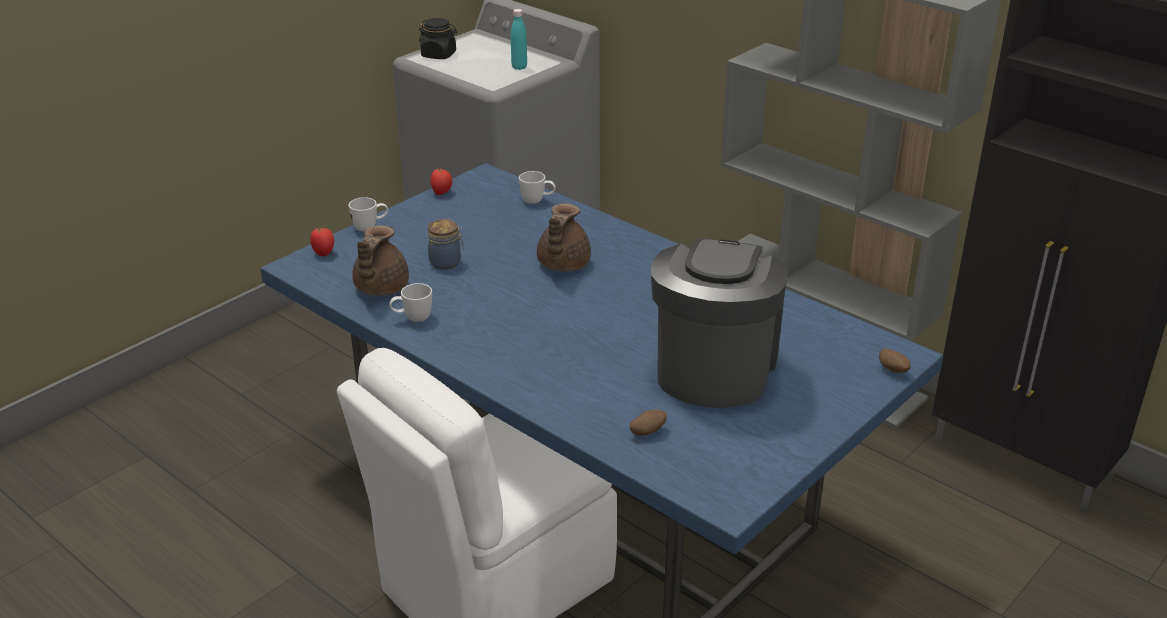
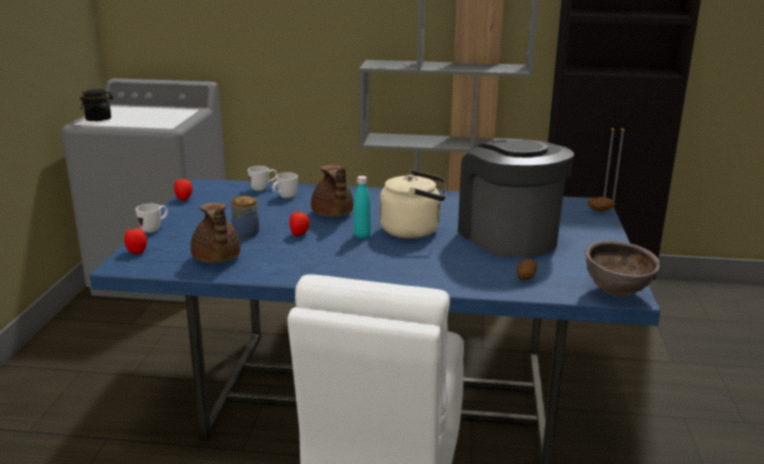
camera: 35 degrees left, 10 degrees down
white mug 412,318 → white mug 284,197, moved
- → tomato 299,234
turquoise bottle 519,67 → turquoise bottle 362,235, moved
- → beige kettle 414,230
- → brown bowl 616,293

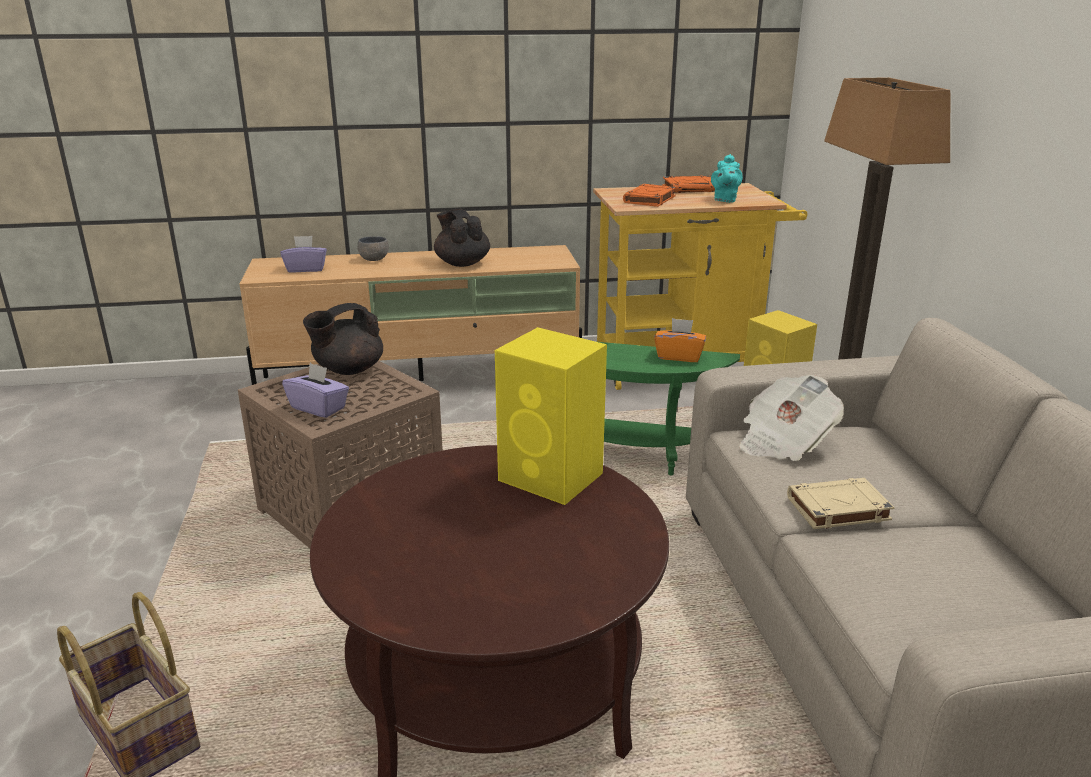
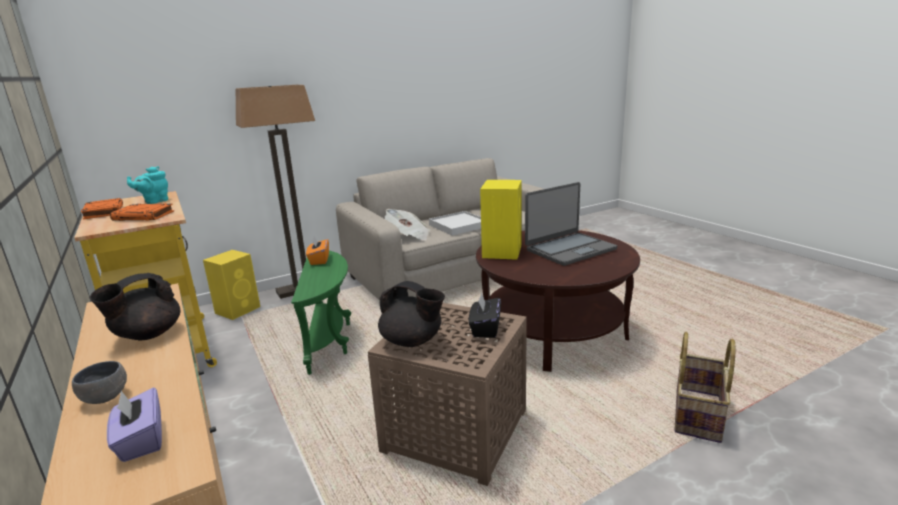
camera: 110 degrees left, 5 degrees down
turquoise teapot 724,200 → turquoise teapot 154,201, 135 degrees clockwise
beige book 837,509 → white tray 458,225
purple tissue box 319,408 → black tissue box 485,329
- → laptop 569,249

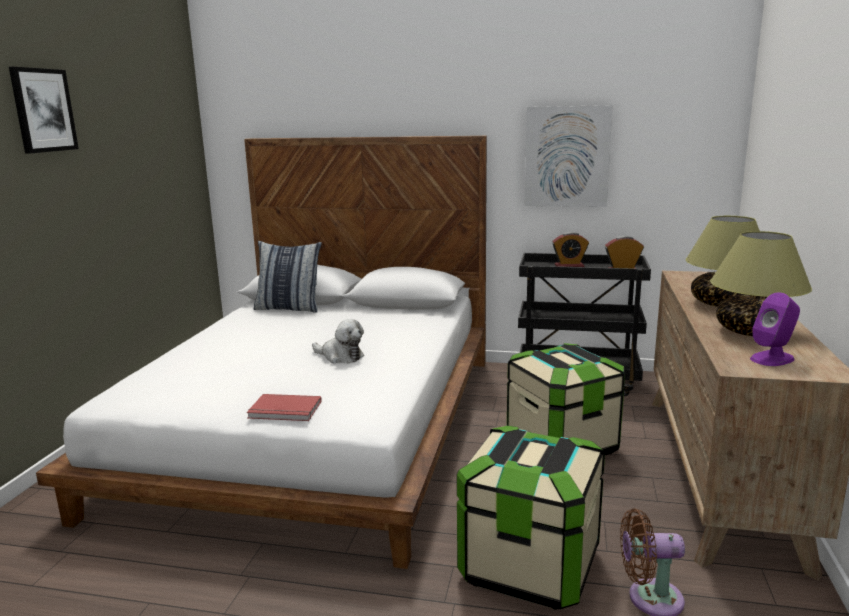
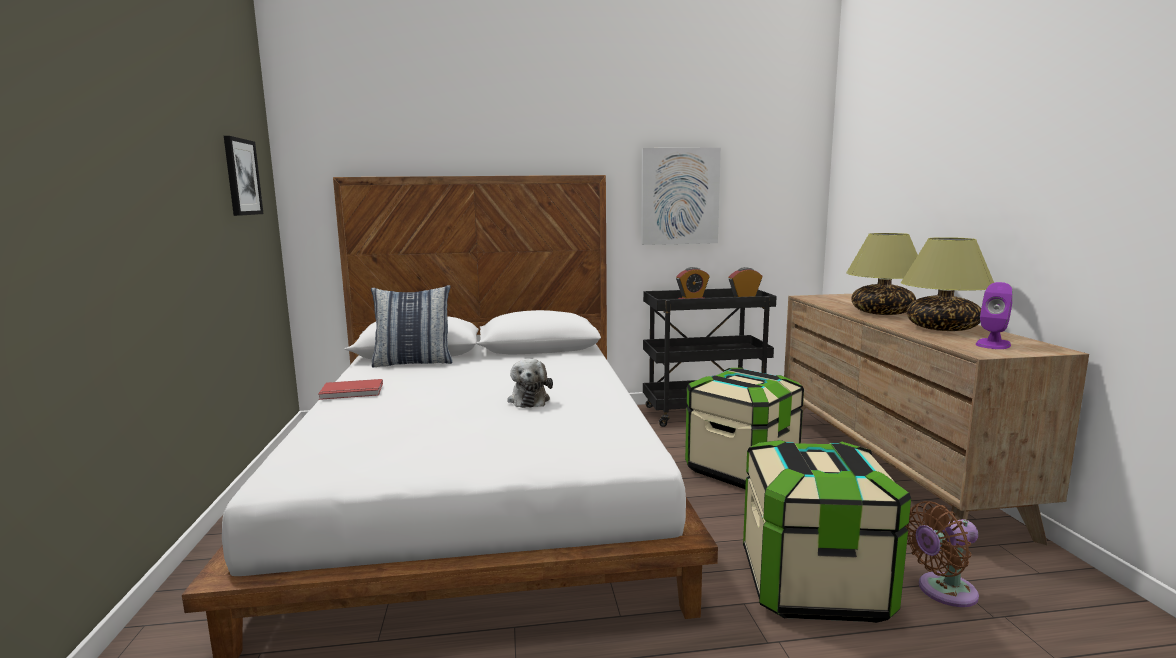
camera: 20 degrees left, 5 degrees down
picture 43,110 → picture 241,177, moved
red book 285,411 → red book 352,392, moved
plush toy 340,356 → plush toy 529,399, 75 degrees clockwise

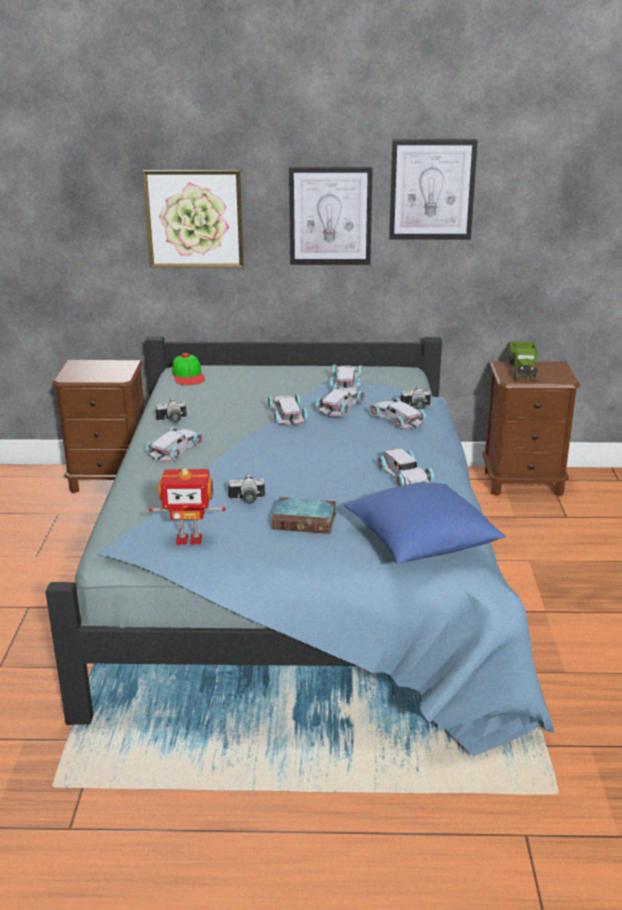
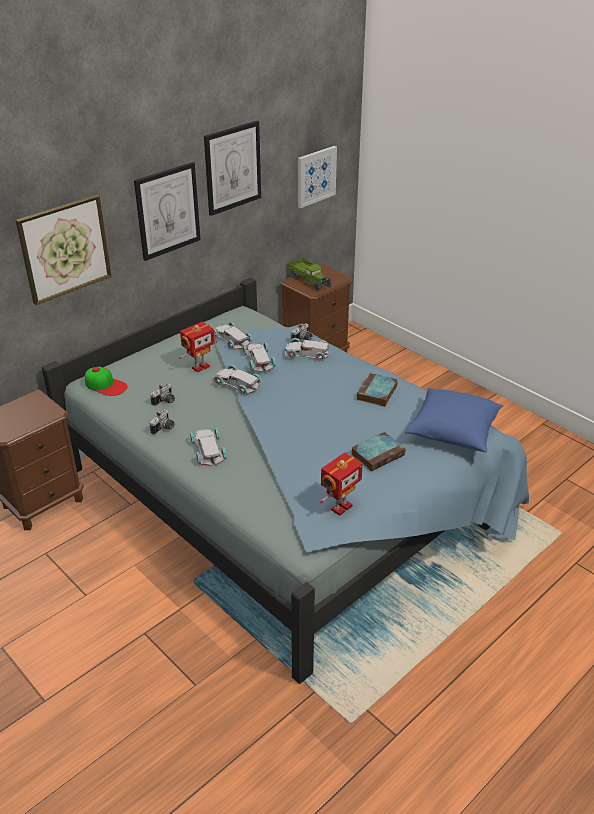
camera: 45 degrees left, 10 degrees up
photo camera 247,500 → photo camera 165,401, moved
- → toy robot 200,367
- → picture 316,176
white toy car 404,476 → book 377,393

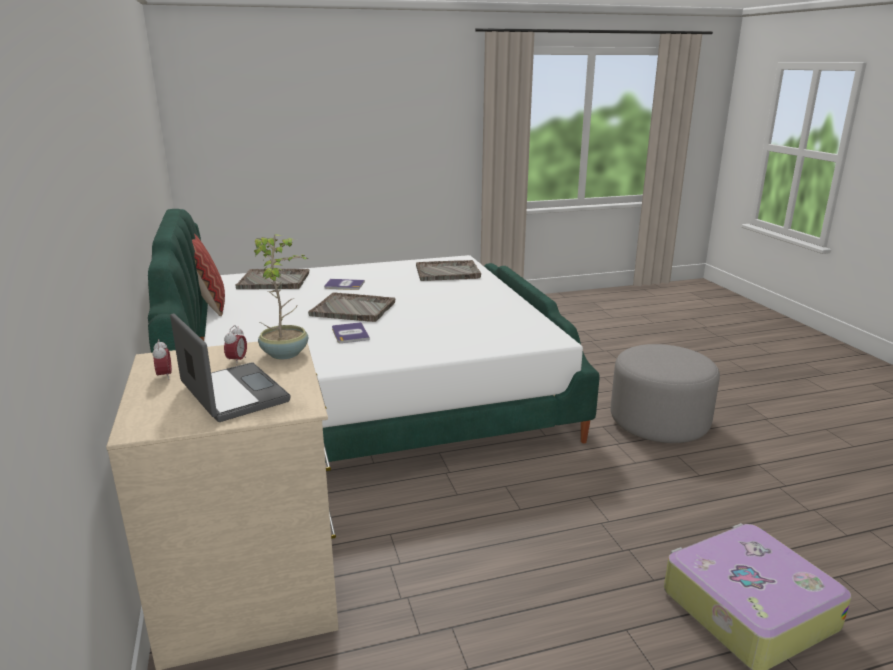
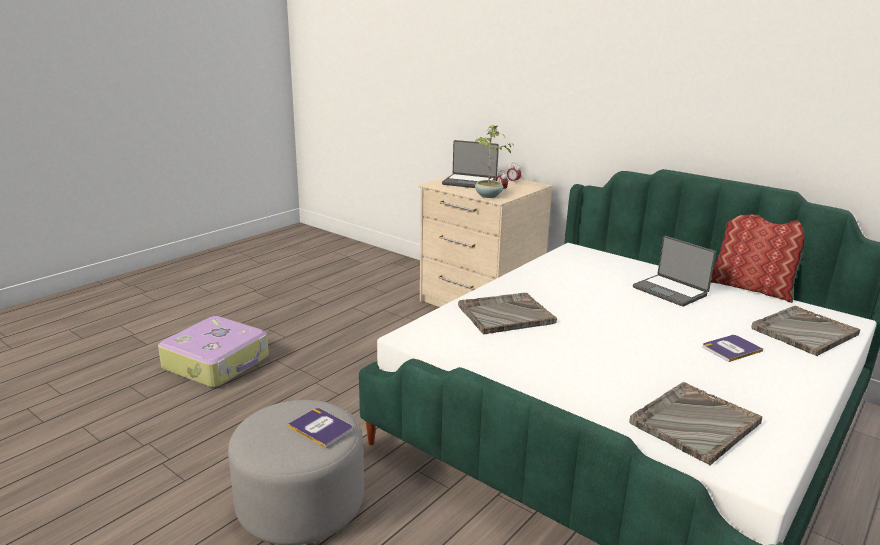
camera: 145 degrees right, 0 degrees up
book 350,333 → book 321,428, moved
grey tray 354,309 → grey tray 505,315, moved
- → laptop 670,291

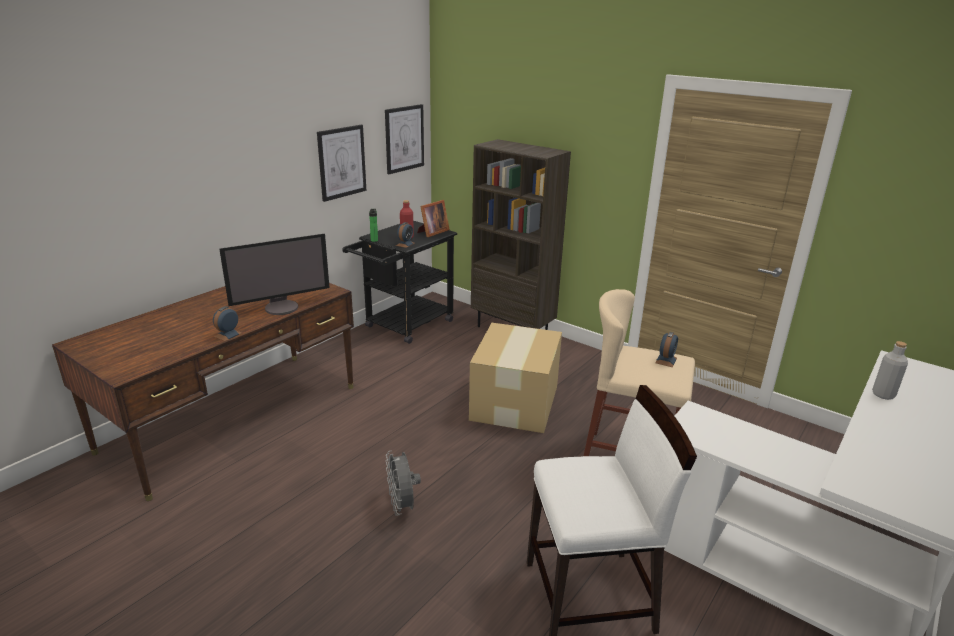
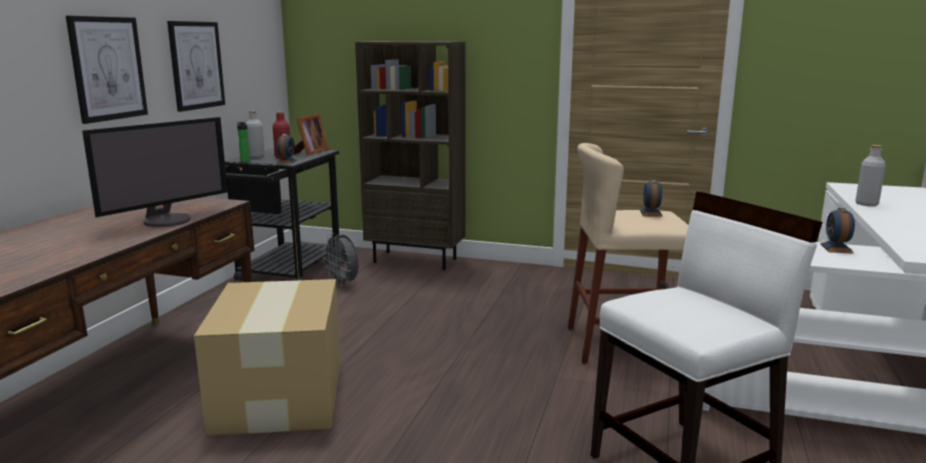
camera: 20 degrees left, 10 degrees down
picture 404,138 → picture 108,68, moved
cardboard box 515,402 → cardboard box 281,394, moved
- → grey bottle 256,156
grey fan 402,506 → grey fan 343,283, moved
alarm clock 228,335 → alarm clock 836,248, moved

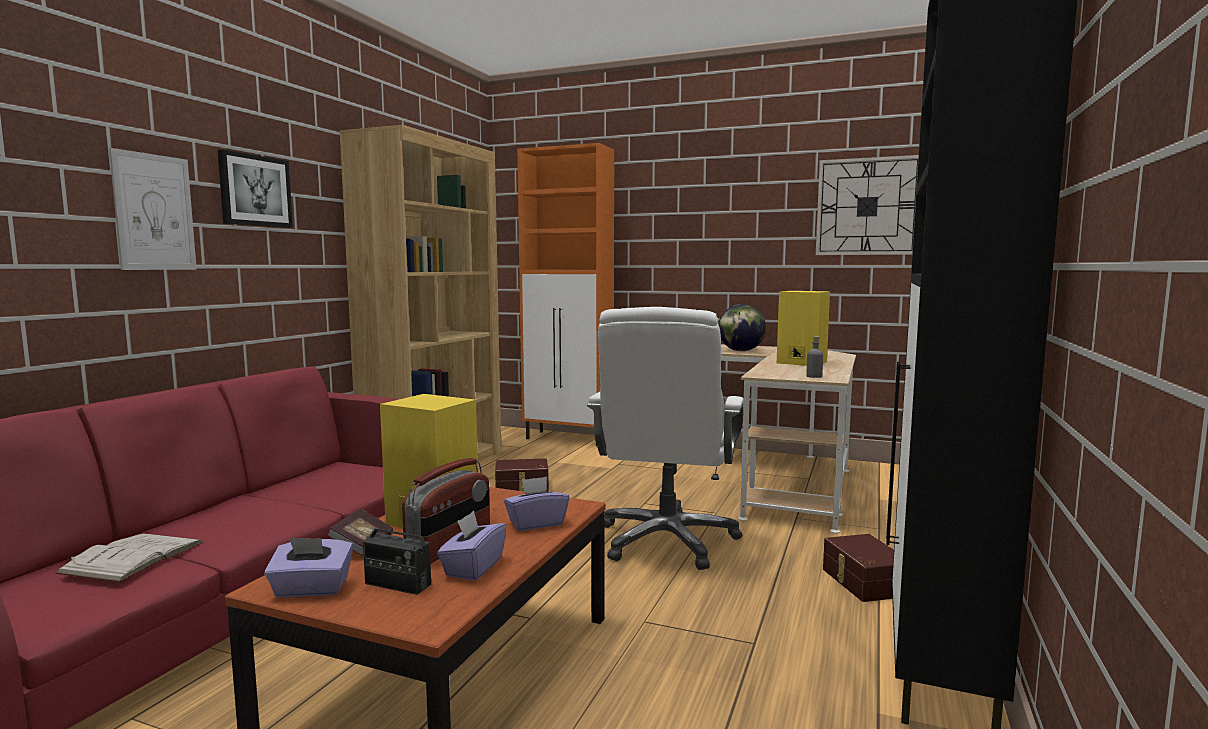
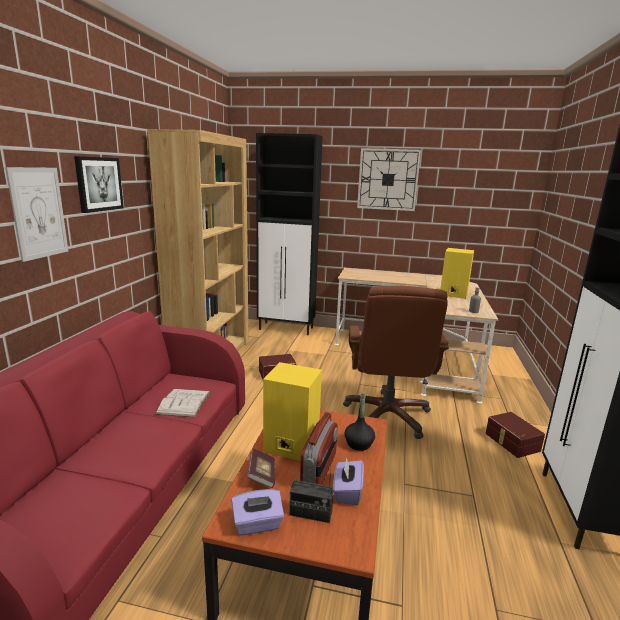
camera: 10 degrees left, 10 degrees up
white book 133,557 → white book 184,403, moved
orange cabinet 569,439 → black cabinet 287,329
white office chair 667,541 → brown office chair 387,416
purple tissue box 536,523 → black bottle 359,444
wall clock 867,207 → wall clock 388,179, moved
globe 741,351 → -

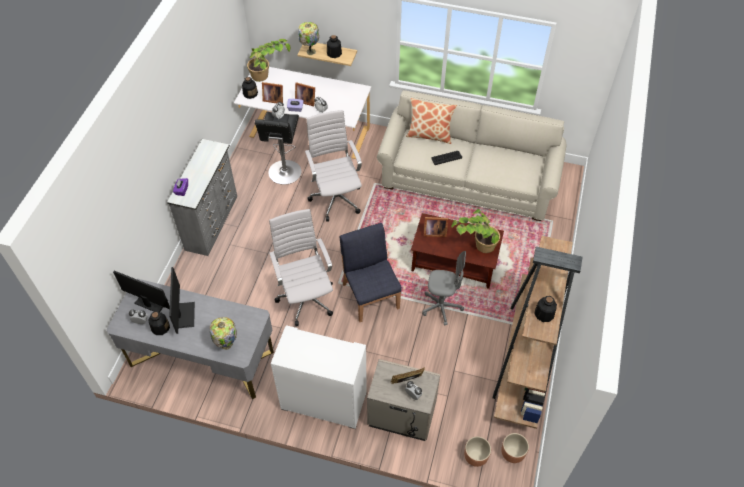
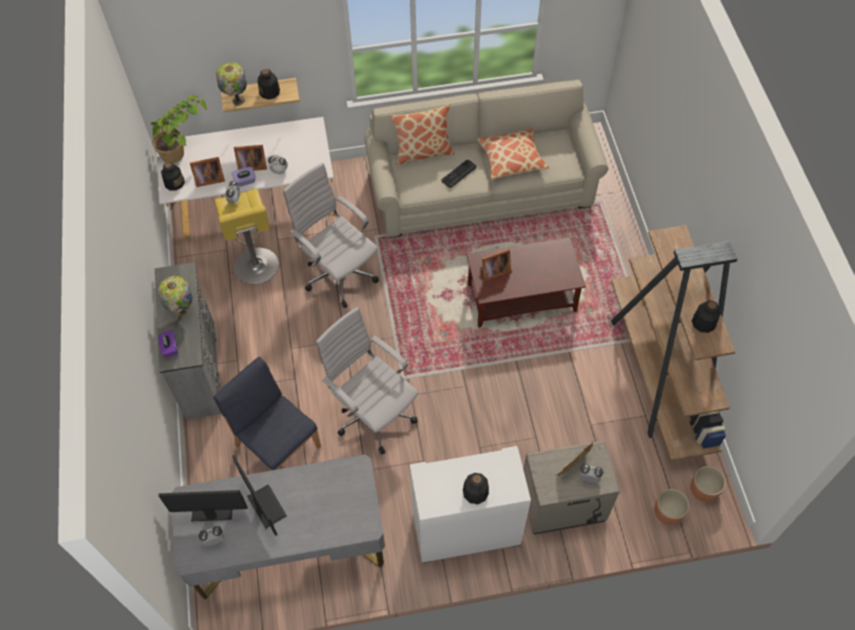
camera: 25 degrees left, 5 degrees up
table lamp 226,345 → table lamp 182,312, moved
blue chair 370,295 → blue chair 277,444, moved
black stool 284,174 → yellow stool 257,268
bottle 160,327 → bottle 475,492, moved
- → pillow 511,159
grey office chair 441,307 → -
potted plant 475,246 → -

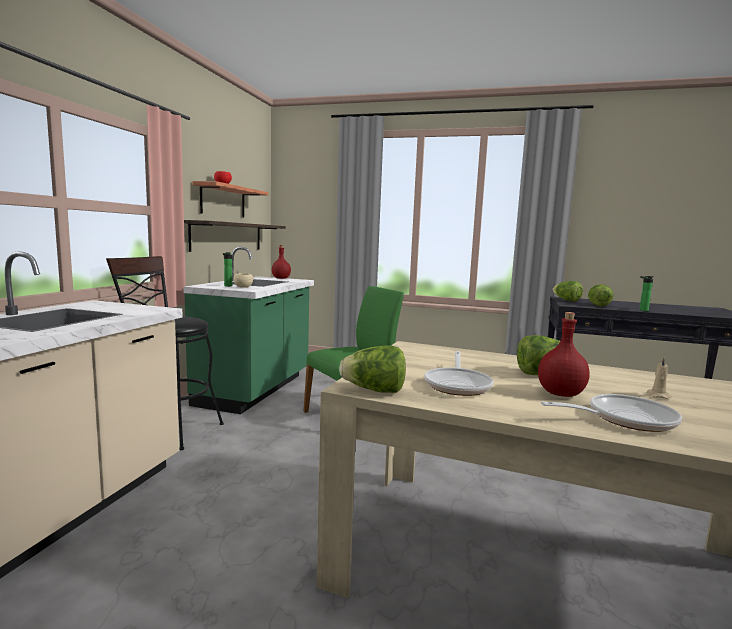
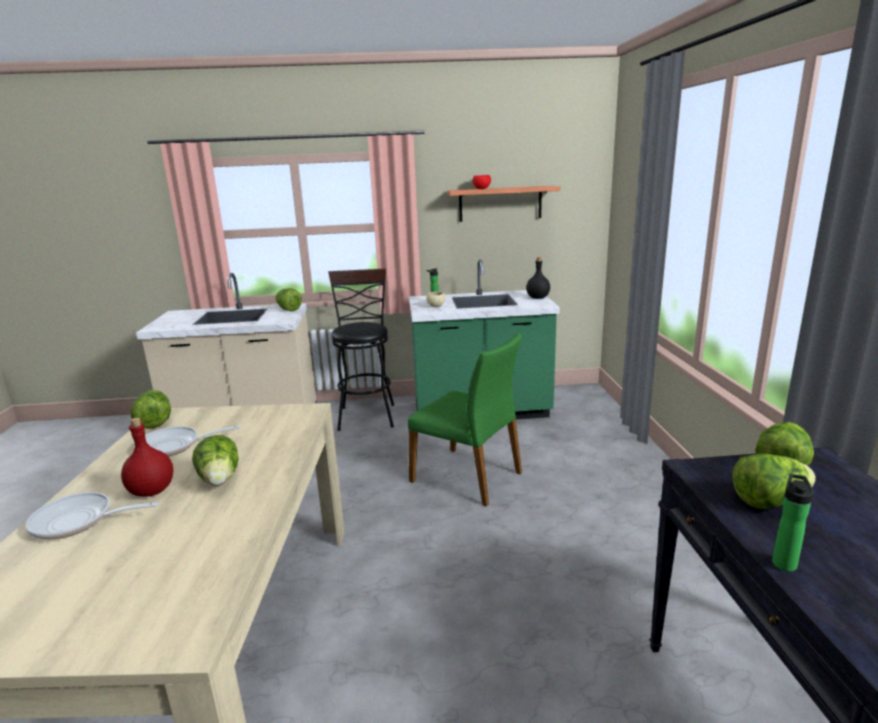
camera: 70 degrees right, 10 degrees up
frying pan 624,419 → frying pan 78,521, 120 degrees clockwise
- → lettuce 288,309
red bottle 281,278 → black bottle 538,298
shelf 227,236 → -
beige candle 657,395 → -

